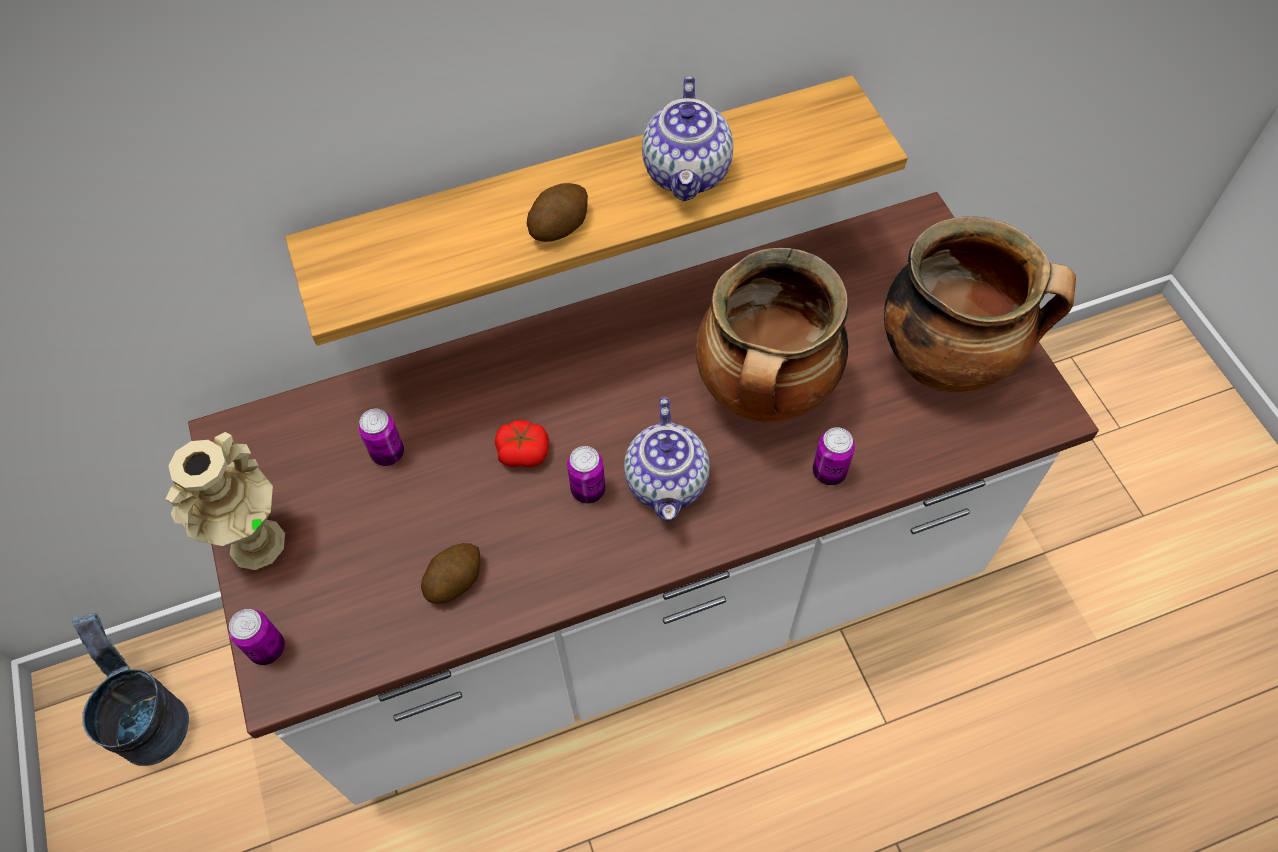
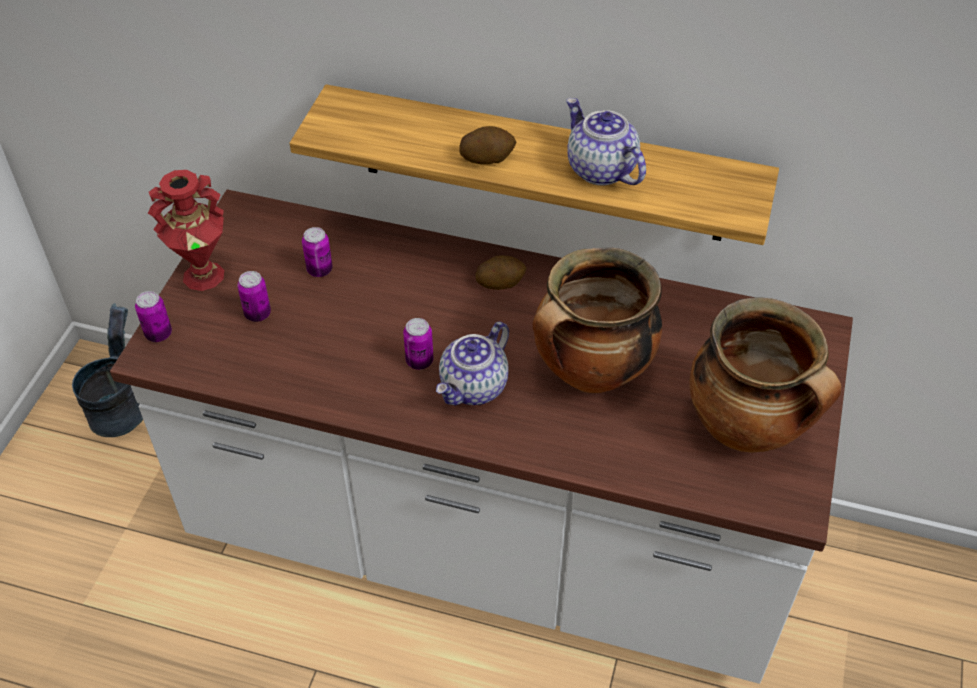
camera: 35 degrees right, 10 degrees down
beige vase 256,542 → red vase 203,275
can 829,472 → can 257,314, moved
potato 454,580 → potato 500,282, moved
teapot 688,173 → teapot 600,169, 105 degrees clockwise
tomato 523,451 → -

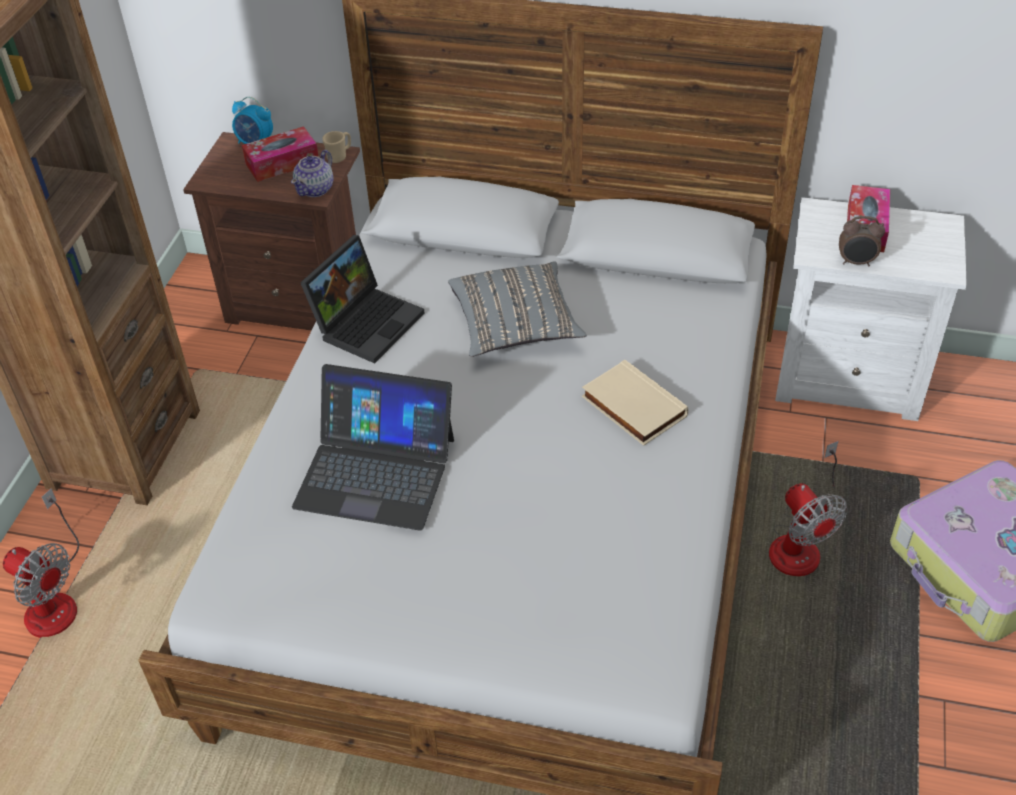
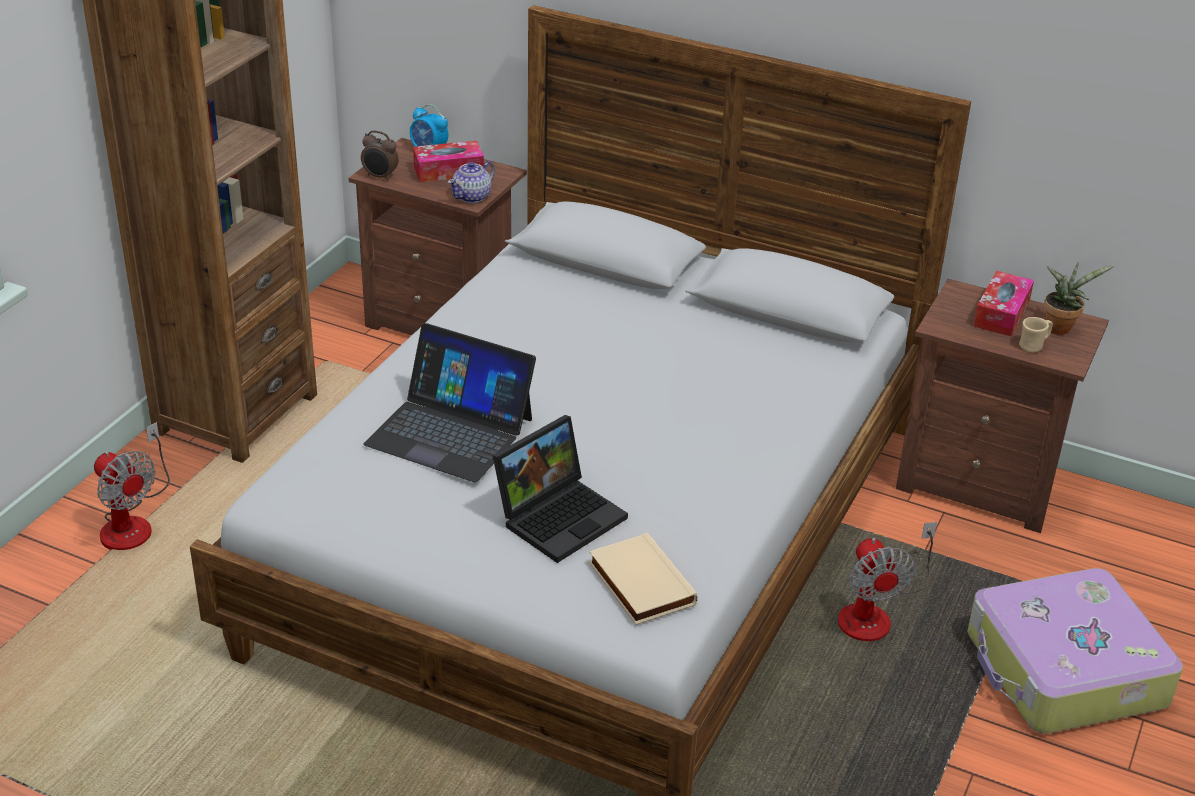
camera: 10 degrees right, 10 degrees down
alarm clock 856,262 → alarm clock 380,177, moved
laptop 367,321 → laptop 560,515, moved
beige book 631,407 → beige book 639,584, moved
white nightstand 849,378 → brown nightstand 981,483
beige mug 339,156 → beige mug 1033,346, moved
- → potted plant 1061,327
grey pillow 515,326 → -

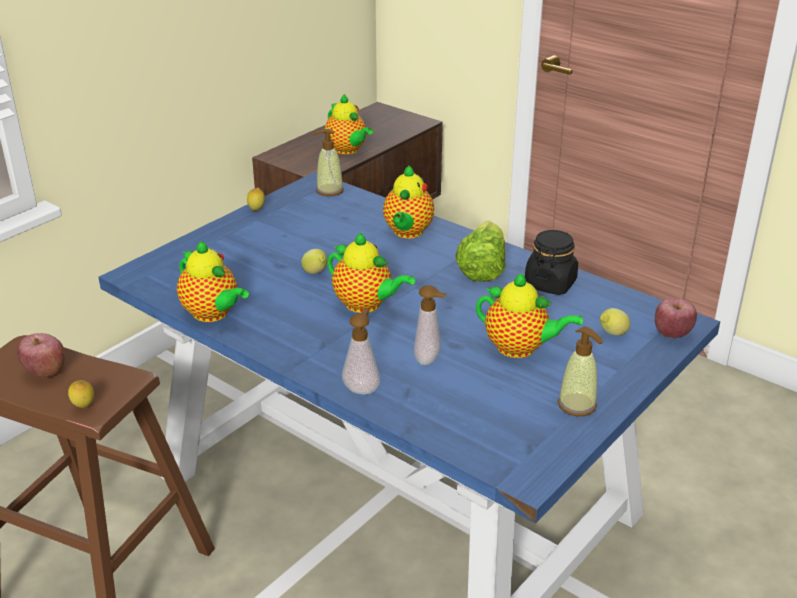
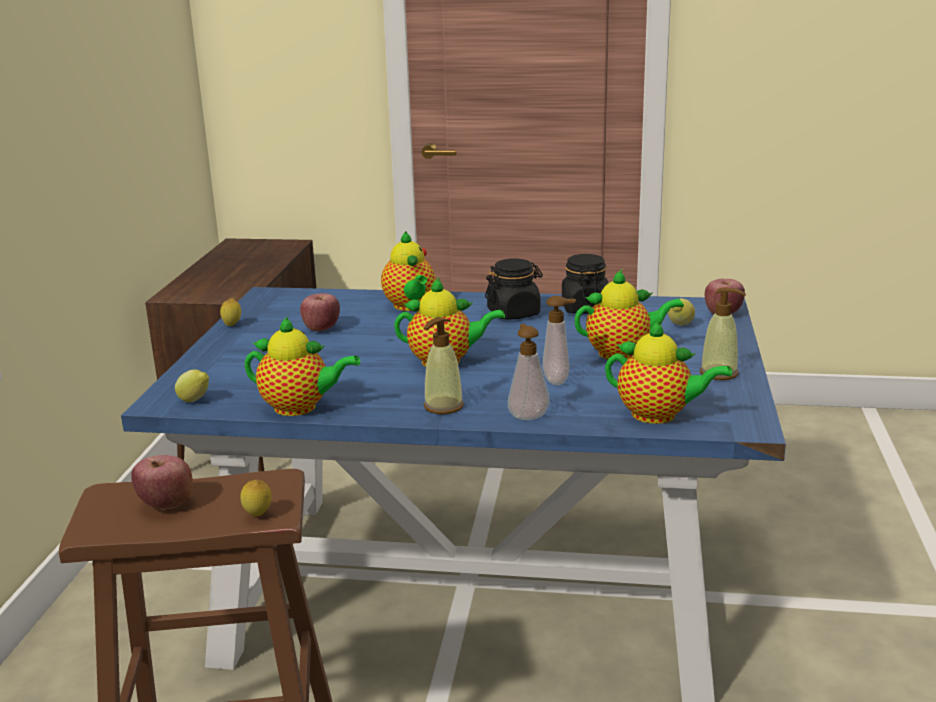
camera: 30 degrees left, 10 degrees down
lemon 316,273 → lemon 195,401, moved
- → apple 321,328
soap dispenser 329,191 → soap dispenser 443,406, moved
lettuce 482,269 → black jar 514,313
teapot 347,150 → teapot 659,415, moved

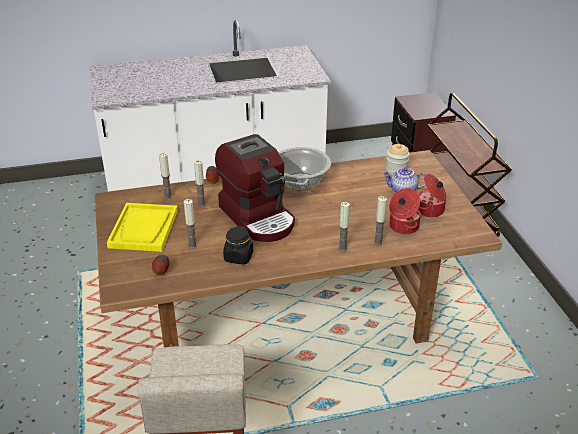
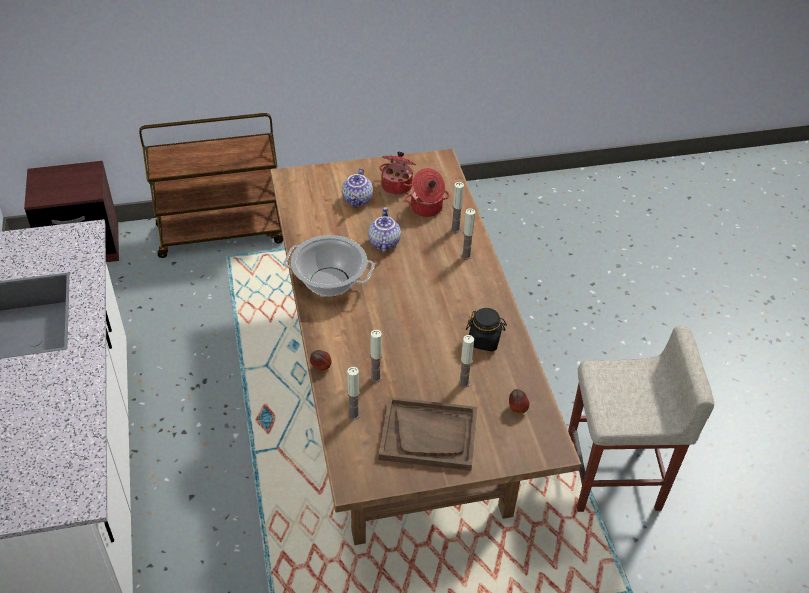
camera: 90 degrees left, 10 degrees up
- → teapot 383,242
yellow tray 144,229 → brown tray 429,435
coffee machine 258,217 → -
jar 396,170 → -

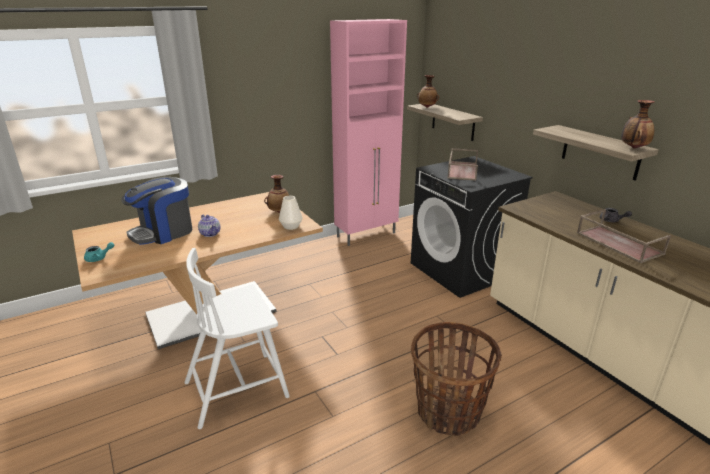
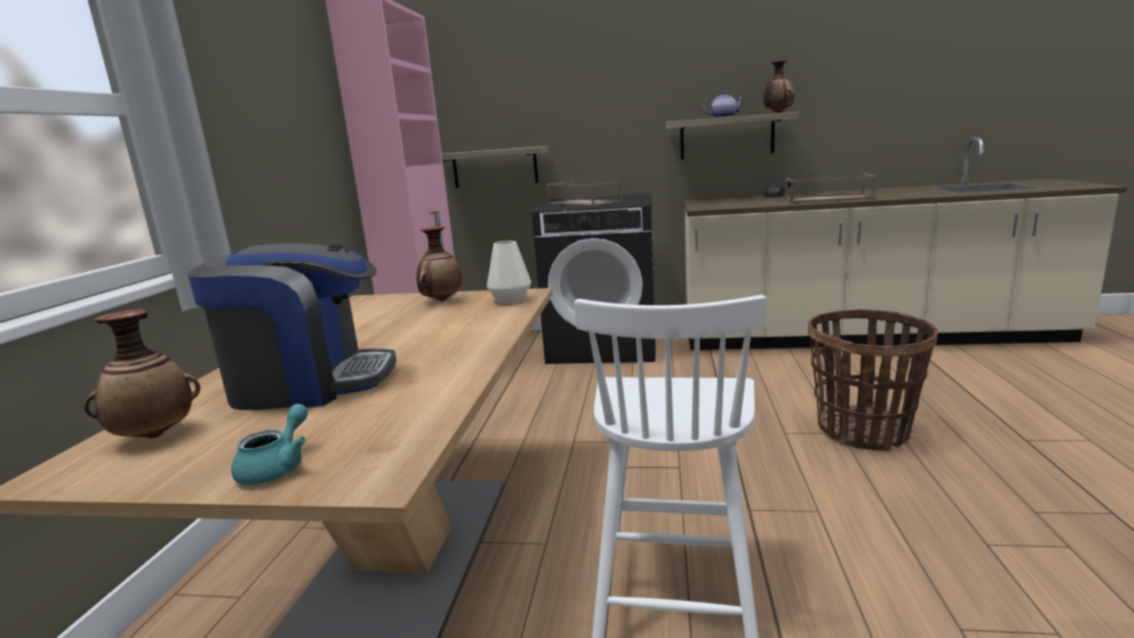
camera: 50 degrees left, 10 degrees down
vase 427,107 → vase 156,436, moved
coffee machine 163,232 → coffee machine 309,383, 90 degrees counterclockwise
teapot 210,233 → teapot 723,117, moved

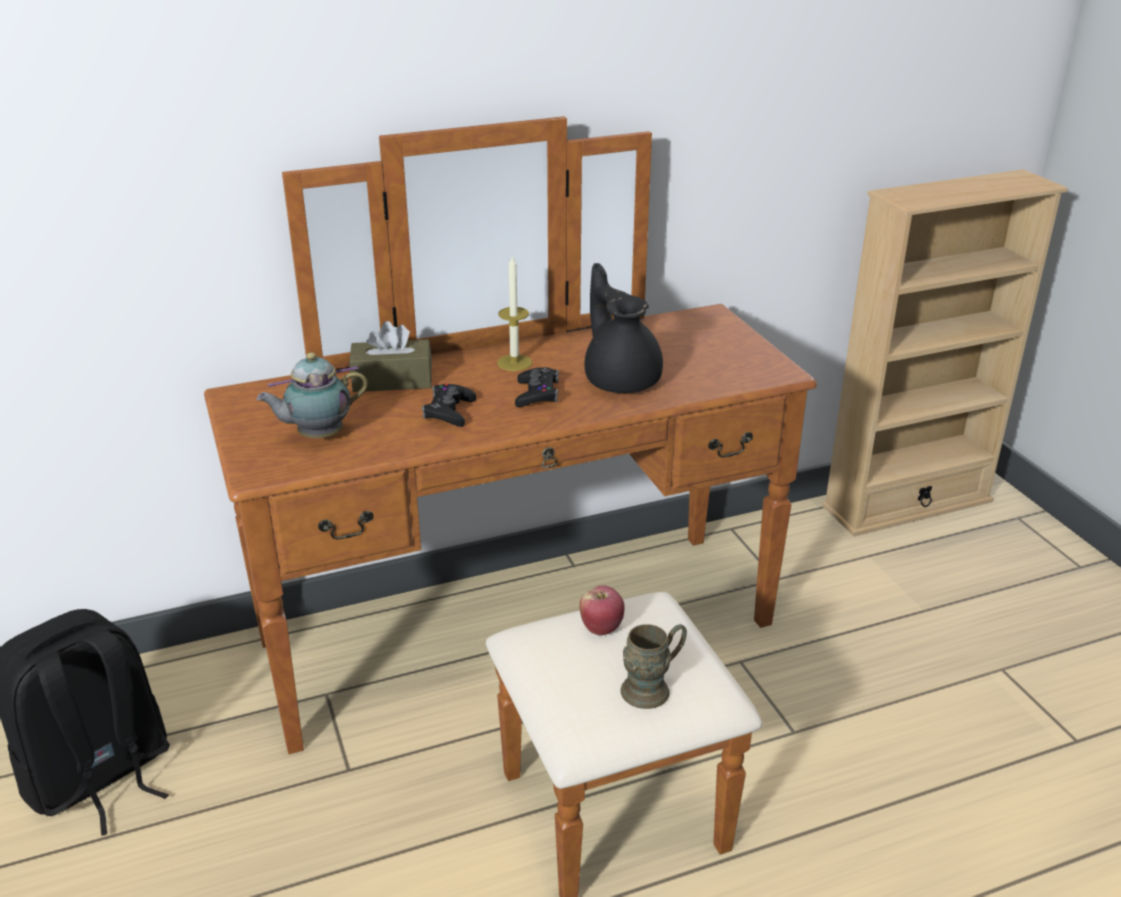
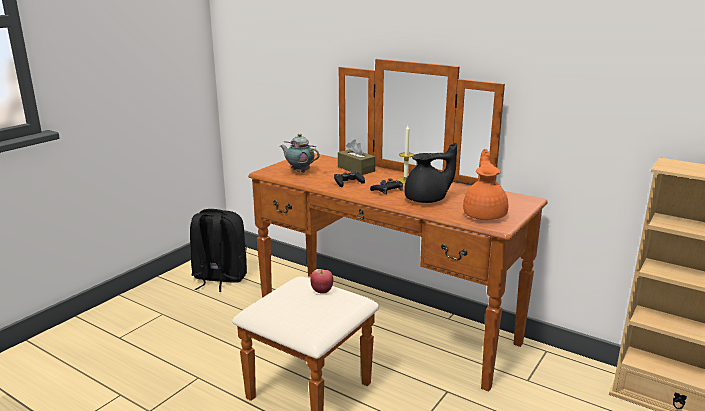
camera: 55 degrees right, 10 degrees down
black teapot 621,379 → black teapot 427,199, 45 degrees clockwise
- → orange teapot 485,214
brown mug 653,687 → -

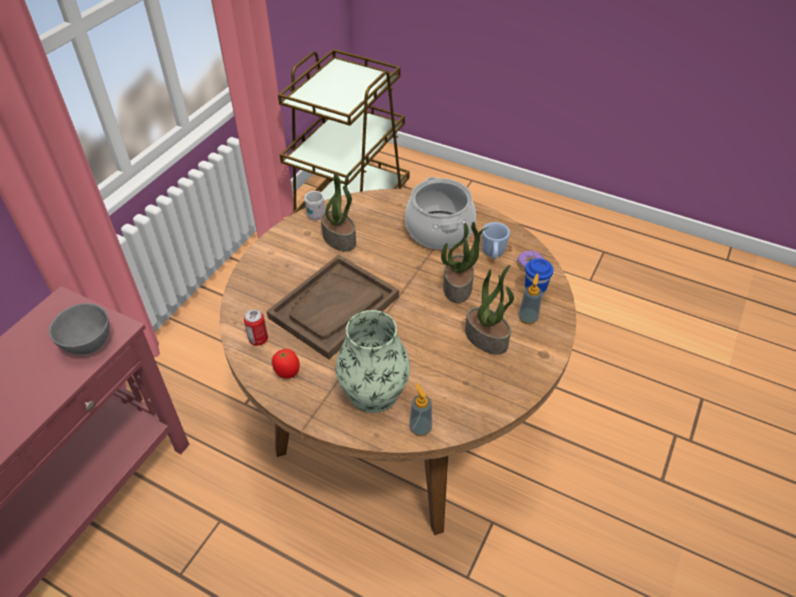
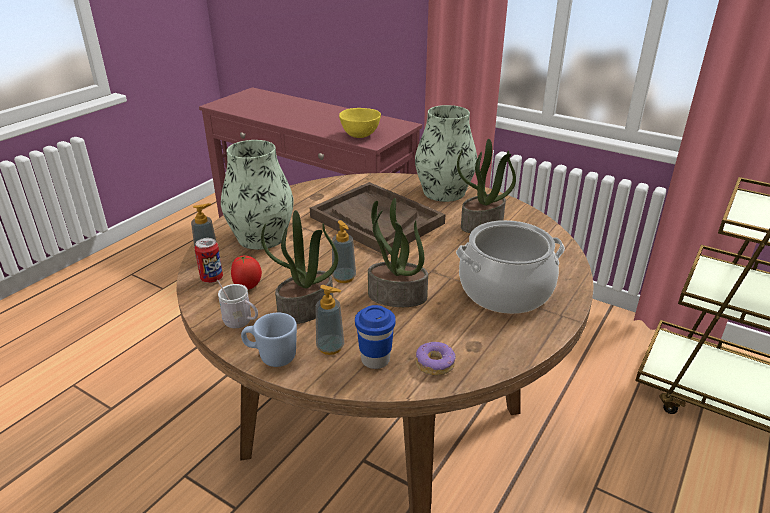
camera: 95 degrees right, 15 degrees down
can 258,339 → can 212,278, moved
white mug 317,214 → white mug 241,323, moved
tomato 287,373 → tomato 248,287, moved
blue mug 493,254 → blue mug 271,357, moved
- → soap dispenser 344,277
grey bowl 88,343 → yellow bowl 361,135
- → vase 444,192

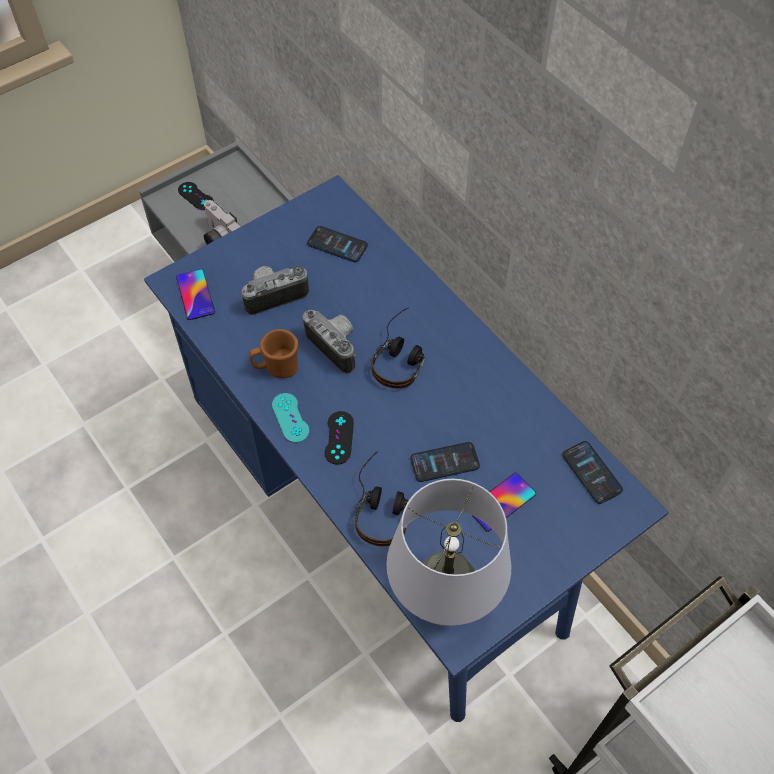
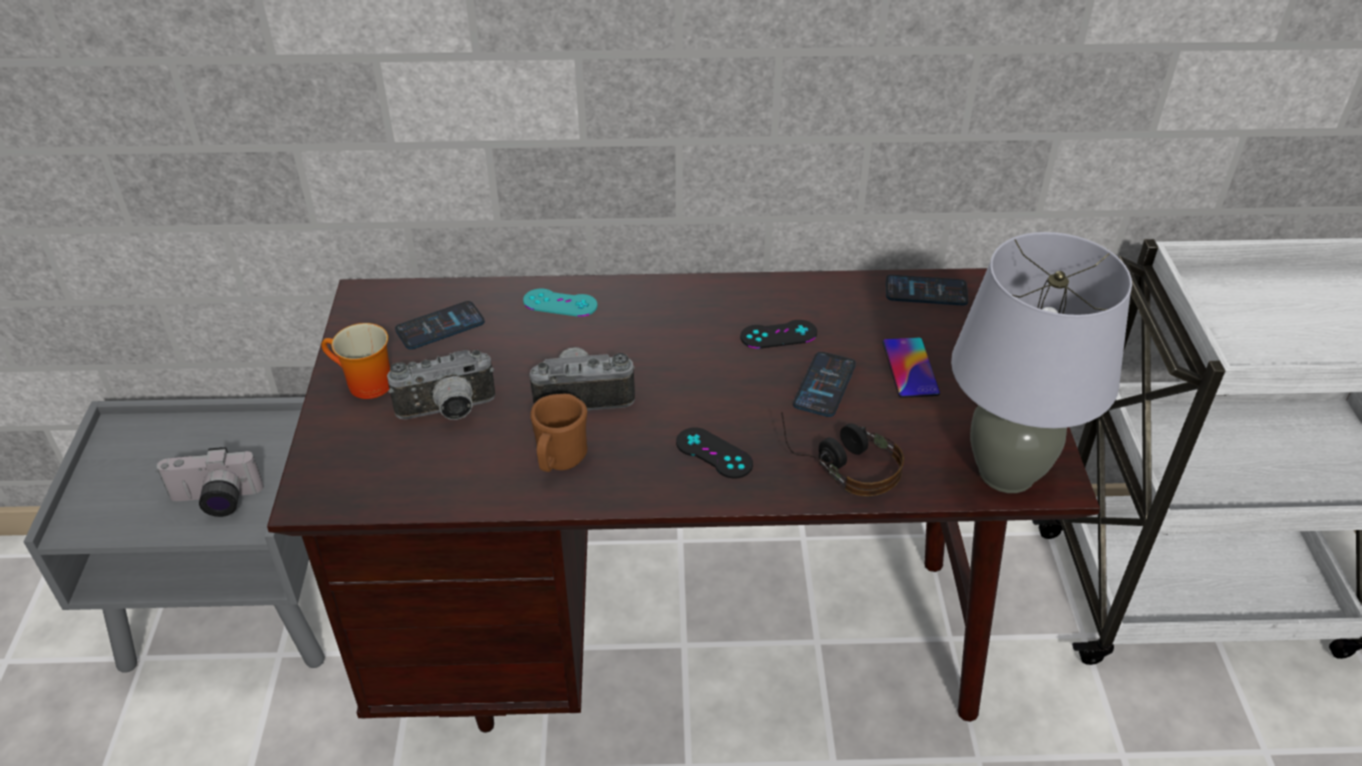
camera: 55 degrees left, 15 degrees down
blue desk 388,520 → brown desk 681,640
- → mug 364,385
photo camera 274,295 → photo camera 448,412, 120 degrees counterclockwise
turquoise game controller 290,418 → turquoise game controller 560,303, moved
black game controller 196,196 → black game controller 778,335, moved
phone 195,295 → -
headphones 401,356 → -

